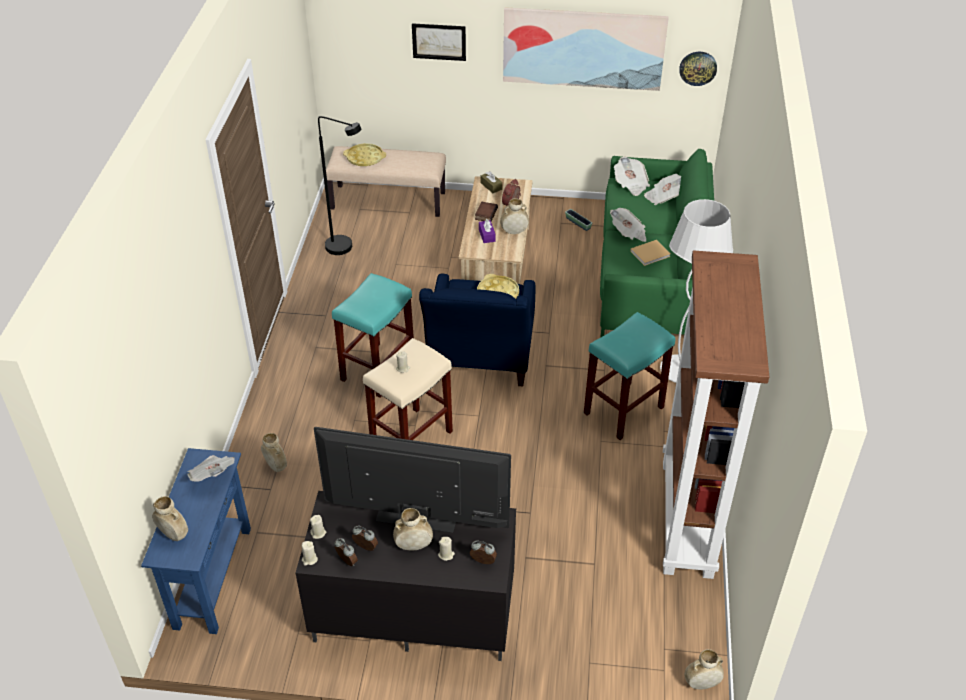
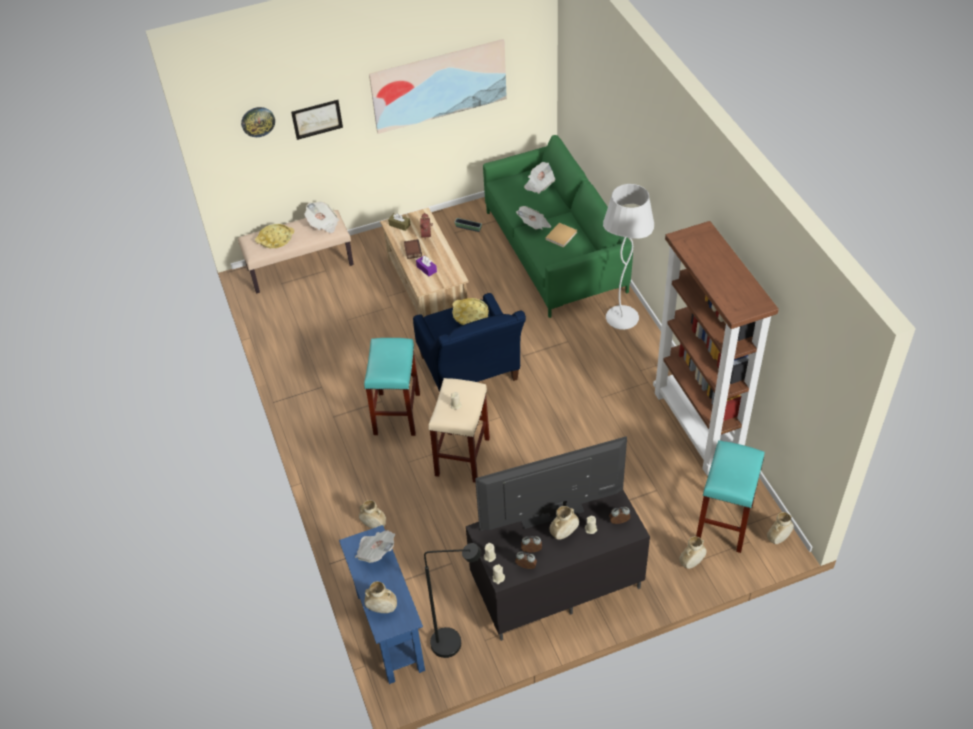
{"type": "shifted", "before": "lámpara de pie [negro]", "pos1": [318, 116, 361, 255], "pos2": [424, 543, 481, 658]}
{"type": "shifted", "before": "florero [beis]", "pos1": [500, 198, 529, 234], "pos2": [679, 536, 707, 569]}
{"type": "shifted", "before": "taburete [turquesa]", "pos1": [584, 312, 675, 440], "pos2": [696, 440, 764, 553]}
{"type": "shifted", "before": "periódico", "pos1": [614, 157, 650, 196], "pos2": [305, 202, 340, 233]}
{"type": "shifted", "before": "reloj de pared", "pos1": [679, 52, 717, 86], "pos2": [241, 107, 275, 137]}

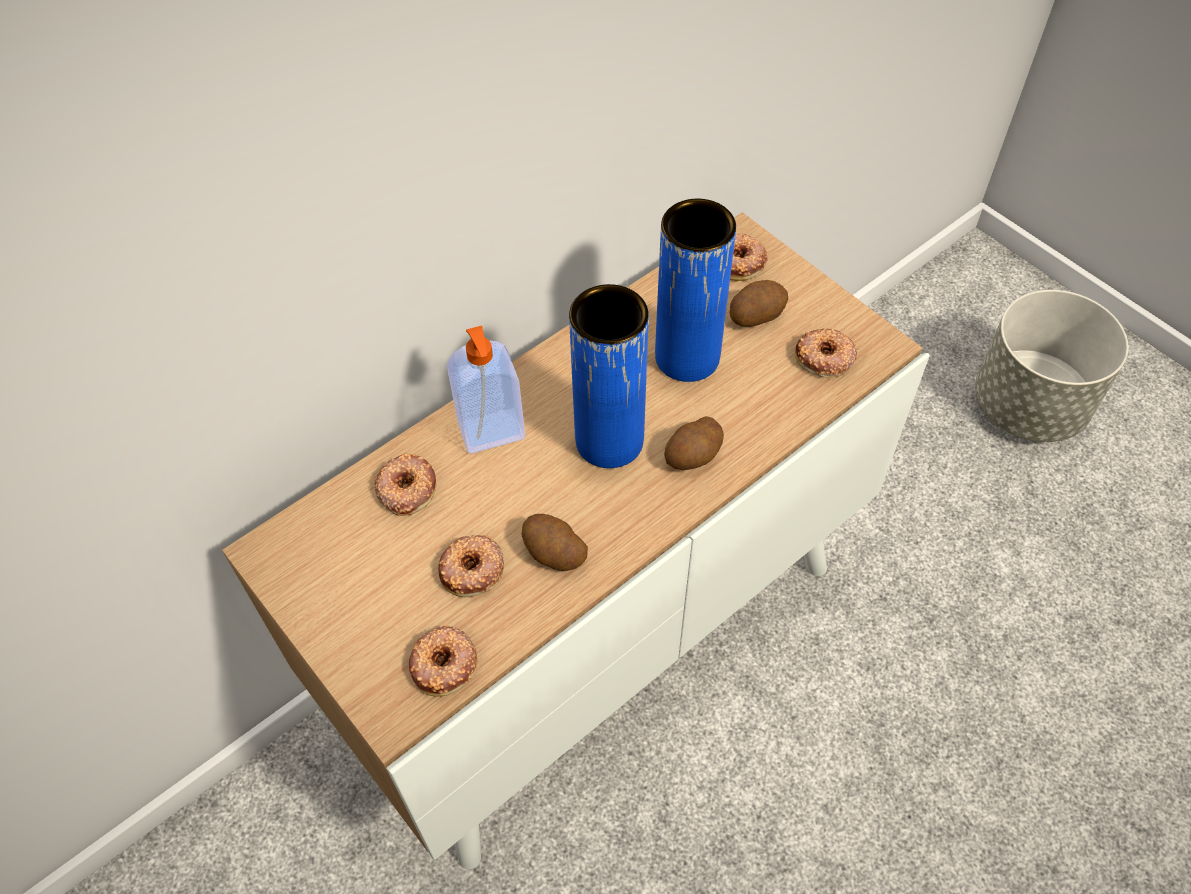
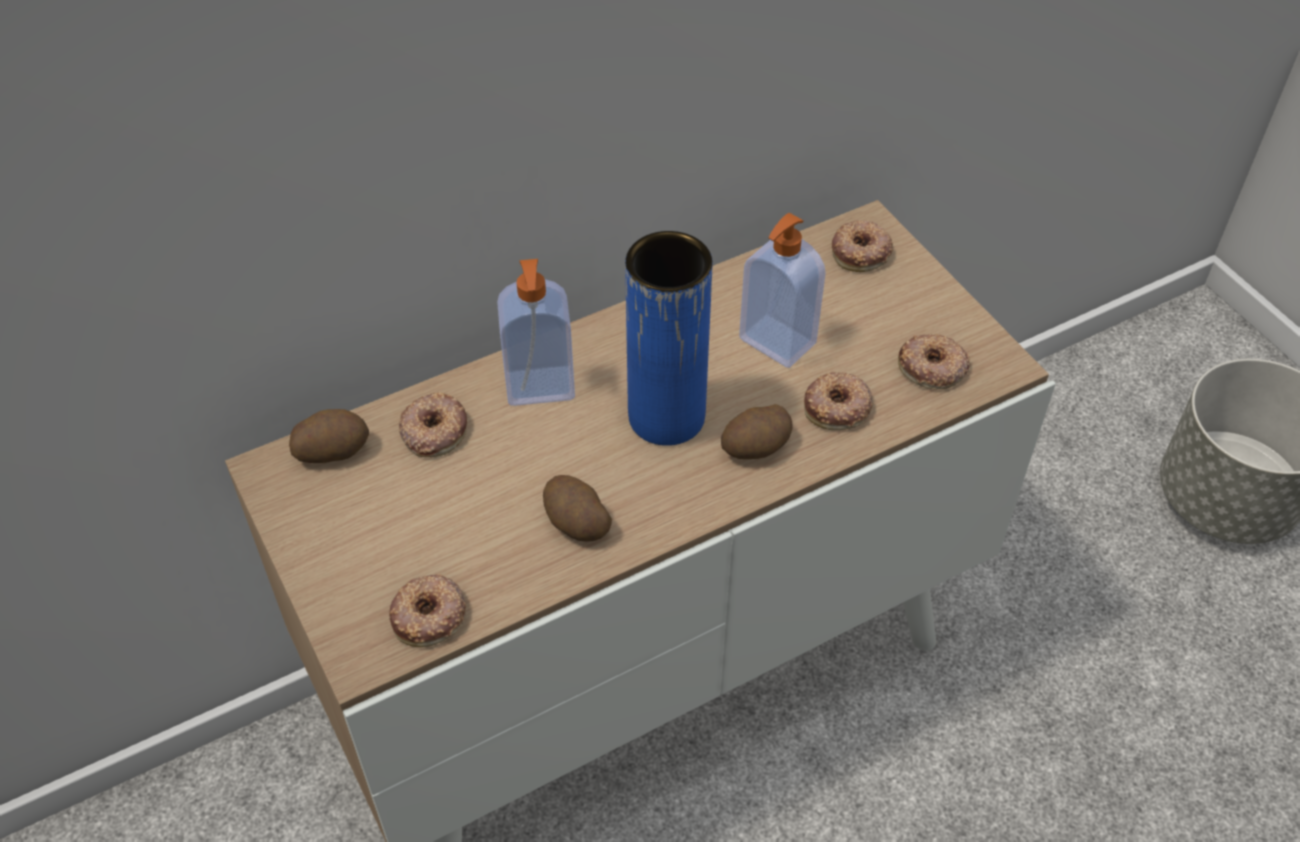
{"type": "shifted", "before": "rosquilla", "pos1": [438, 535, 504, 597], "pos2": [804, 372, 872, 430]}
{"type": "swapped", "before": "florero [azul]", "after": "dispensador de jabón", "pos1": [655, 199, 736, 382], "pos2": [739, 213, 826, 368]}
{"type": "shifted", "before": "patata", "pos1": [730, 280, 788, 327], "pos2": [289, 409, 369, 463]}

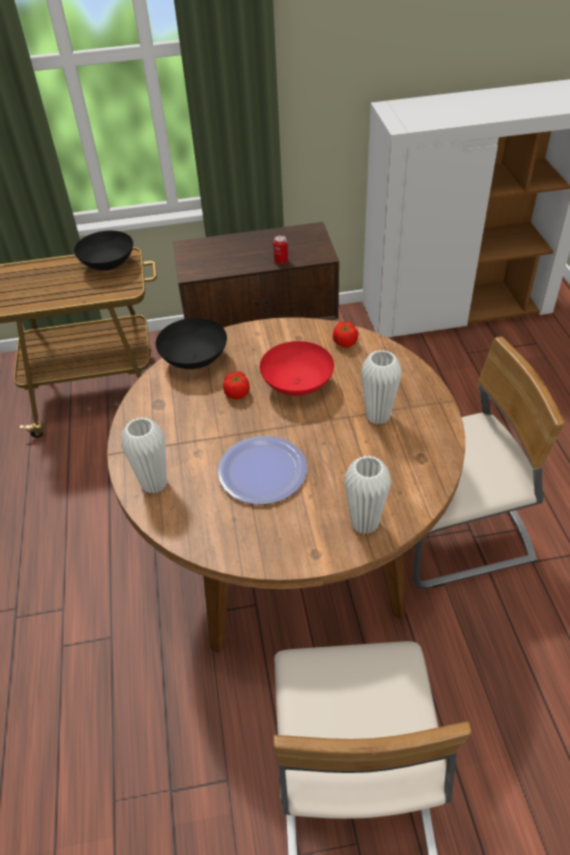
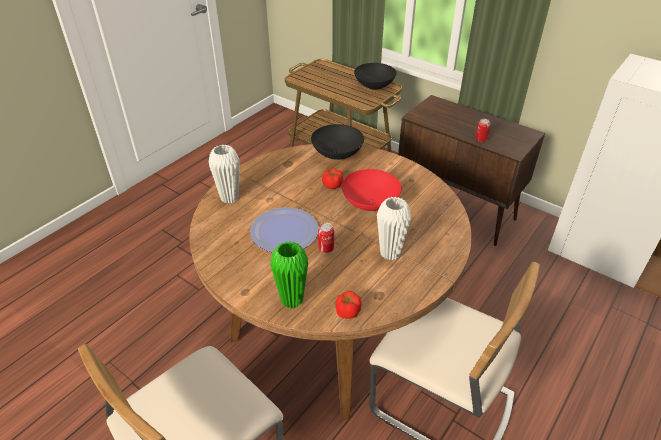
{"type": "shifted", "before": "tomate", "pos1": [333, 321, 358, 348], "pos2": [336, 291, 362, 319]}
{"type": "repainted", "before": "florero [blanco]", "after": "florero [verde]", "pos1": [344, 456, 391, 535], "pos2": [271, 241, 308, 308]}
{"type": "new", "after": "lata", "pos2": [318, 223, 334, 253]}

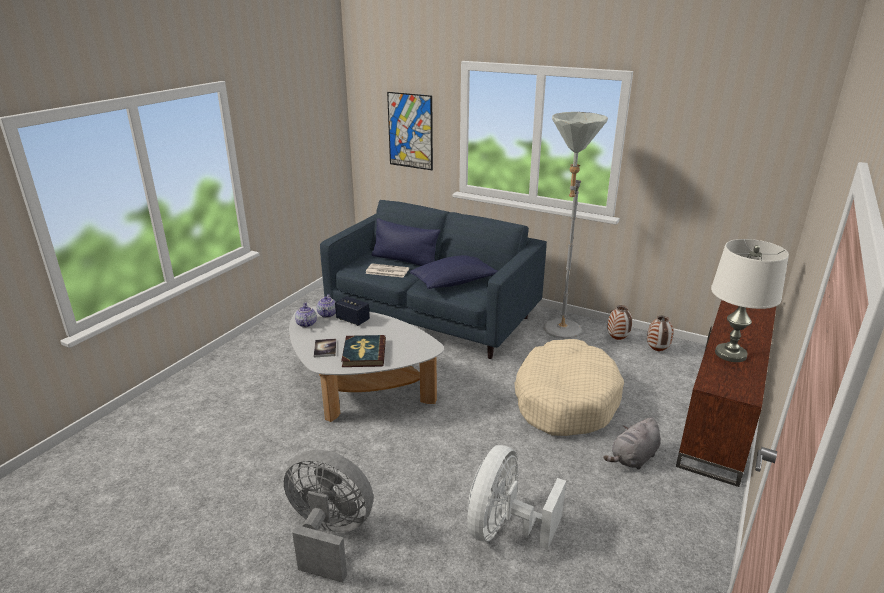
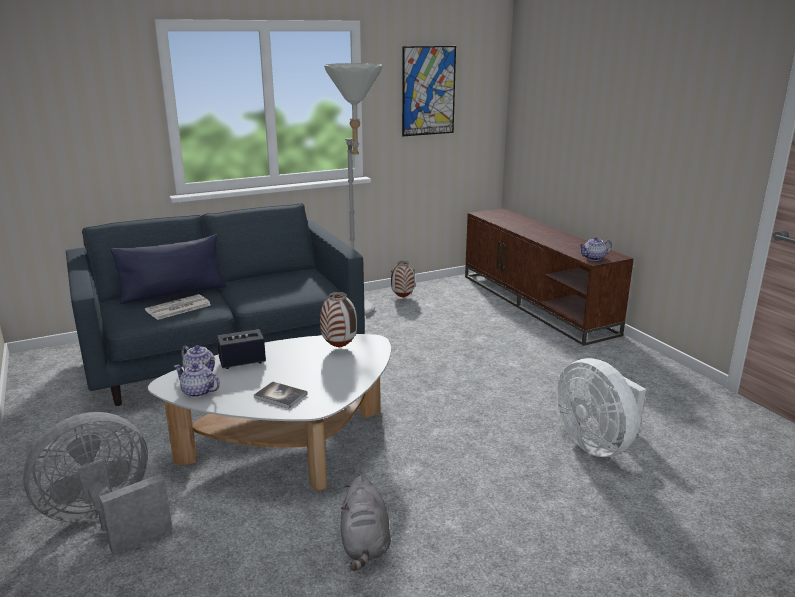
{"type": "shifted", "before": "ventilador [gris]", "pos1": [284, 450, 373, 583], "pos2": [23, 412, 173, 555]}
{"type": "gone", "before": "libro", "pos1": [341, 335, 386, 367]}
{"type": "shifted", "before": "cuadro", "pos1": [387, 92, 433, 170], "pos2": [402, 46, 456, 136]}
{"type": "gone", "before": "cojín [azul]", "pos1": [410, 255, 497, 289]}
{"type": "gone", "before": "cama para perro [beis]", "pos1": [515, 339, 624, 436]}
{"type": "shifted", "before": "peluche [gris]", "pos1": [603, 418, 661, 470], "pos2": [340, 475, 391, 571]}
{"type": "shifted", "before": "florero", "pos1": [647, 316, 673, 351], "pos2": [320, 292, 357, 348]}
{"type": "gone", "before": "lámpara de mesa [blanco]", "pos1": [711, 239, 789, 362]}
{"type": "new", "after": "tetera", "pos2": [579, 237, 612, 261]}

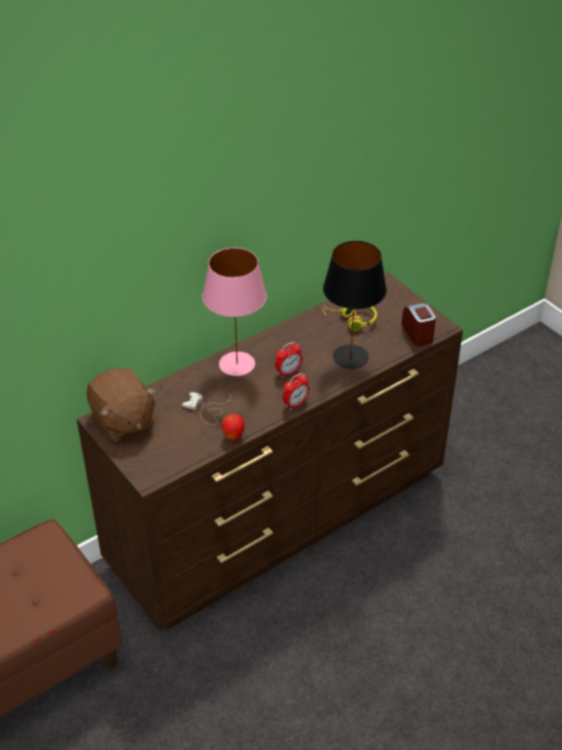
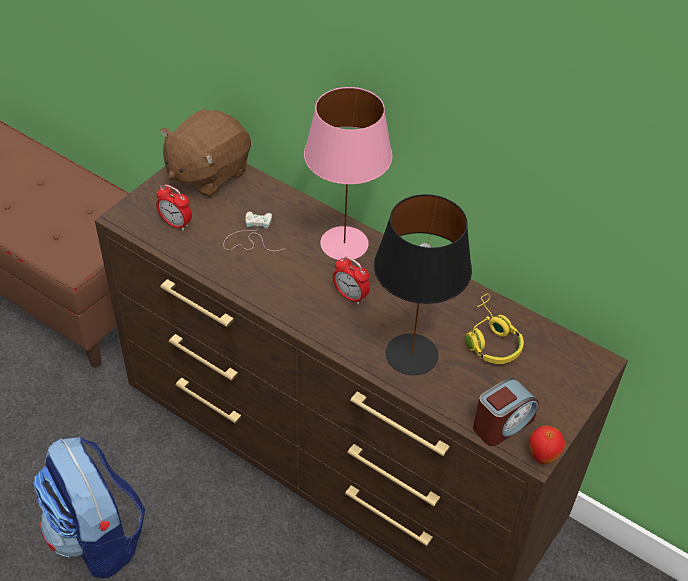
{"type": "shifted", "before": "manzana", "pos1": [222, 414, 245, 441], "pos2": [530, 426, 565, 464]}
{"type": "shifted", "before": "despertador", "pos1": [283, 373, 310, 410], "pos2": [156, 185, 192, 231]}
{"type": "new", "after": "mochila", "pos2": [34, 437, 145, 578]}

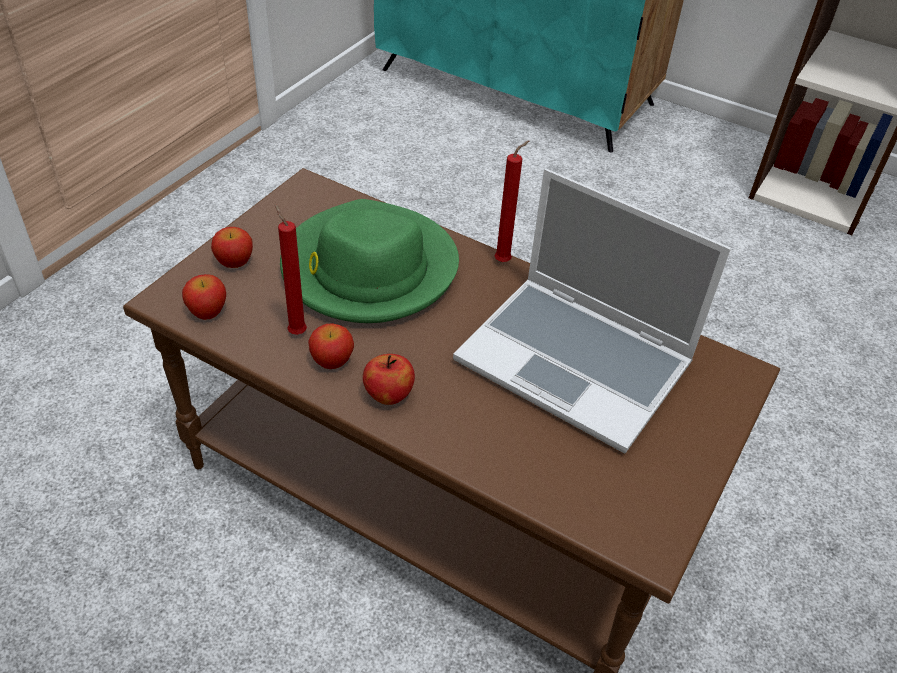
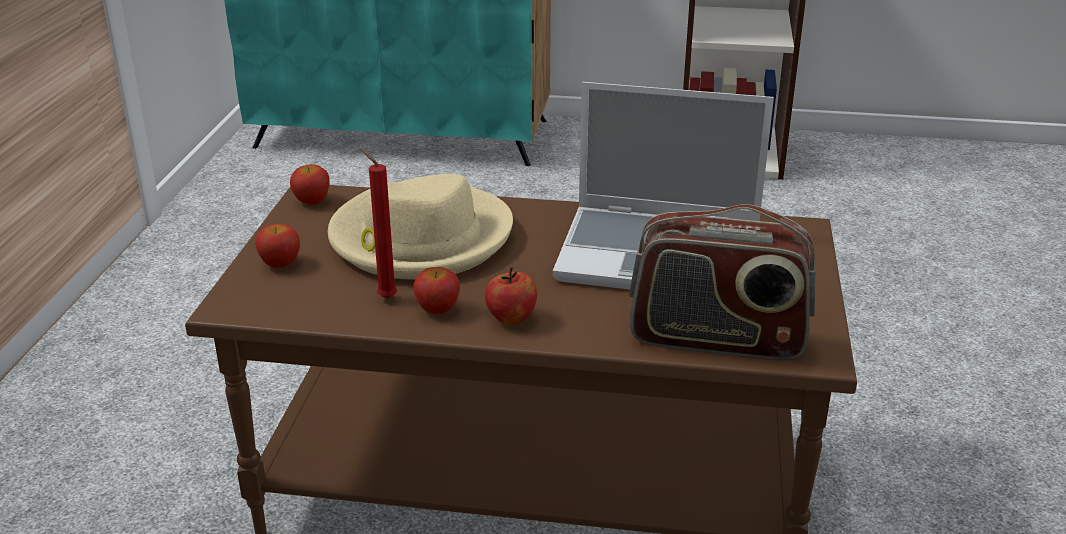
{"type": "shifted", "before": "manzana", "pos1": [182, 274, 226, 320], "pos2": [290, 164, 330, 205]}
{"type": "repainted", "before": "sombrero [verde]", "after": "sombrero [beis]", "pos1": [280, 199, 459, 323], "pos2": [328, 174, 513, 279]}
{"type": "gone", "before": "vela [rojo]", "pos1": [495, 140, 529, 262]}
{"type": "new", "after": "radio", "pos2": [629, 204, 815, 360]}

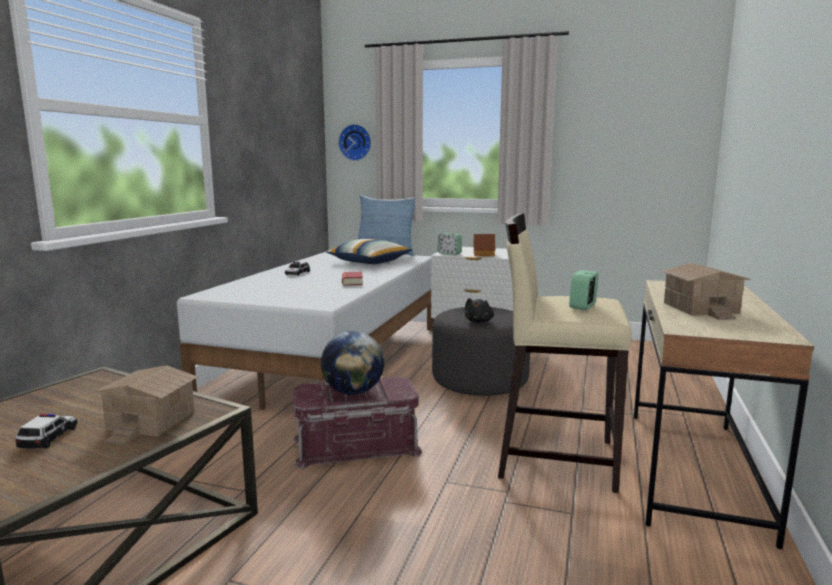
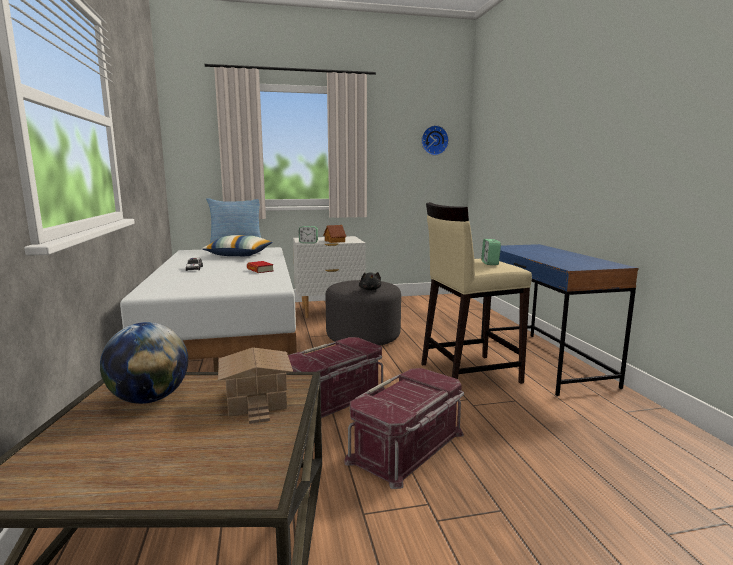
{"type": "gone", "before": "coche de juguete", "pos1": [16, 414, 77, 448]}
{"type": "shifted", "before": "globo terráqueo", "pos1": [321, 331, 384, 395], "pos2": [100, 322, 188, 404]}
{"type": "shifted", "before": "reloj de pared", "pos1": [338, 124, 371, 161], "pos2": [421, 125, 449, 156]}
{"type": "repainted", "before": "escritorio [beis]", "after": "escritorio [azul]", "pos1": [634, 280, 814, 549], "pos2": [481, 244, 639, 396]}
{"type": "gone", "before": "casita", "pos1": [661, 263, 751, 320]}
{"type": "new", "after": "caja de almacenaje [rojo]", "pos2": [344, 368, 464, 489]}

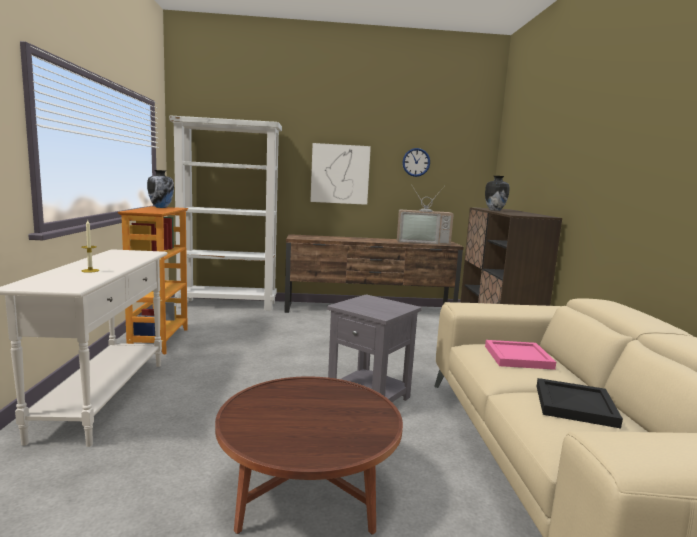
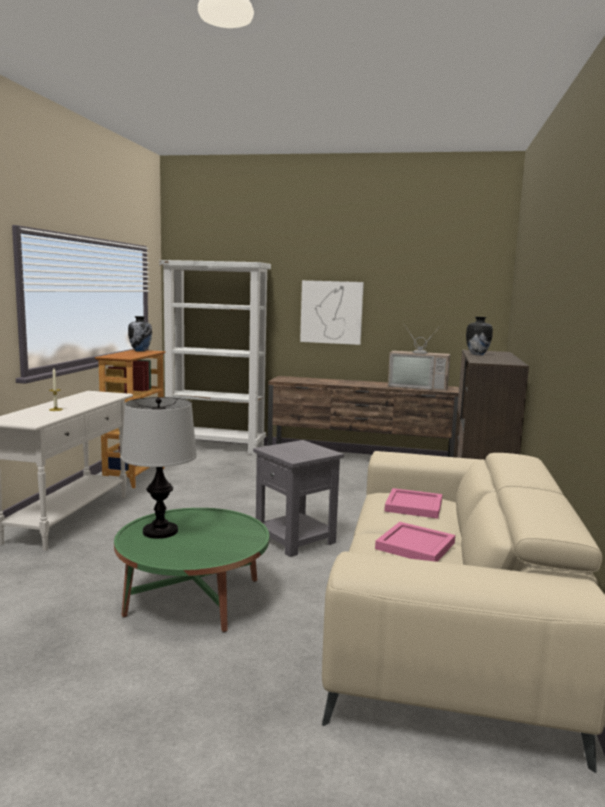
{"type": "repainted", "before": "mesa de centro [marrón]", "after": "mesa de centro [verde]", "pos1": [215, 376, 403, 535], "pos2": [114, 508, 269, 632]}
{"type": "gone", "before": "reloj de pared", "pos1": [402, 148, 430, 177]}
{"type": "repainted", "before": "bandeja [negro]", "after": "bandeja [rosa]", "pos1": [537, 378, 623, 428], "pos2": [375, 522, 455, 562]}
{"type": "new", "after": "lámpara de mesa", "pos2": [121, 397, 197, 539]}

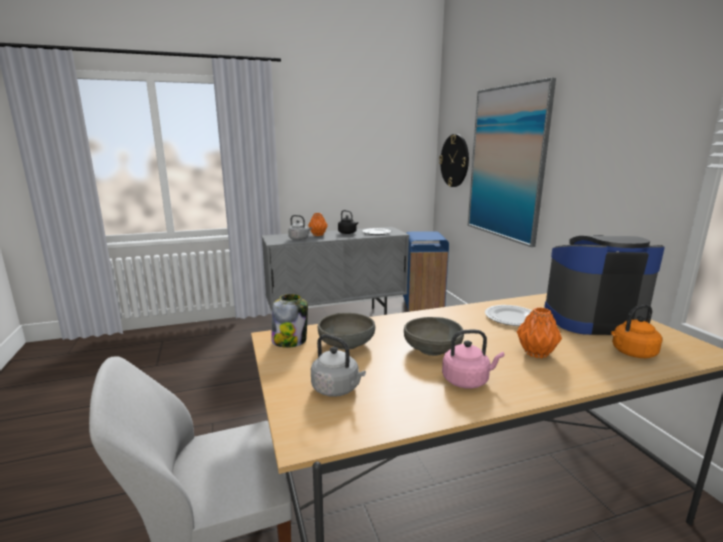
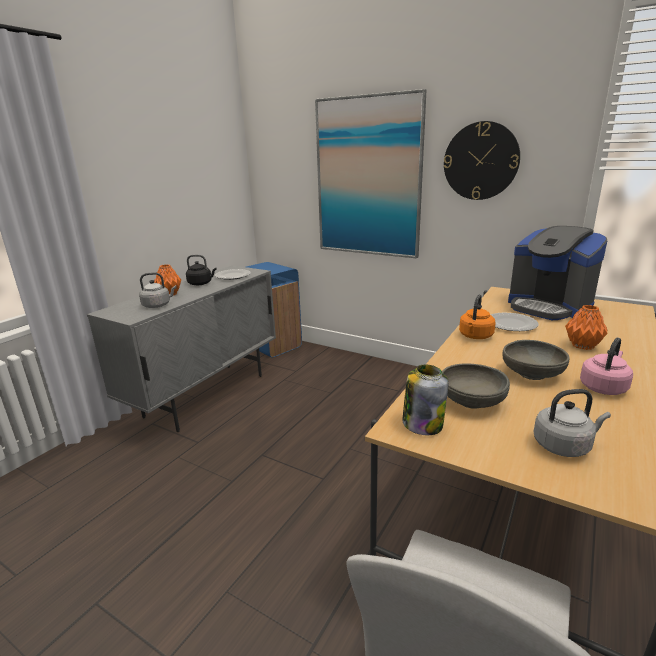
{"type": "shifted", "before": "reloj de pared", "pos1": [439, 134, 469, 187], "pos2": [444, 121, 520, 200]}
{"type": "rotated", "before": "cafetera", "pos1": [544, 235, 665, 335], "pos2": [508, 226, 607, 320], "turn": -90}
{"type": "shifted", "before": "hervidor [naranja]", "pos1": [611, 304, 662, 358], "pos2": [459, 294, 496, 339]}

